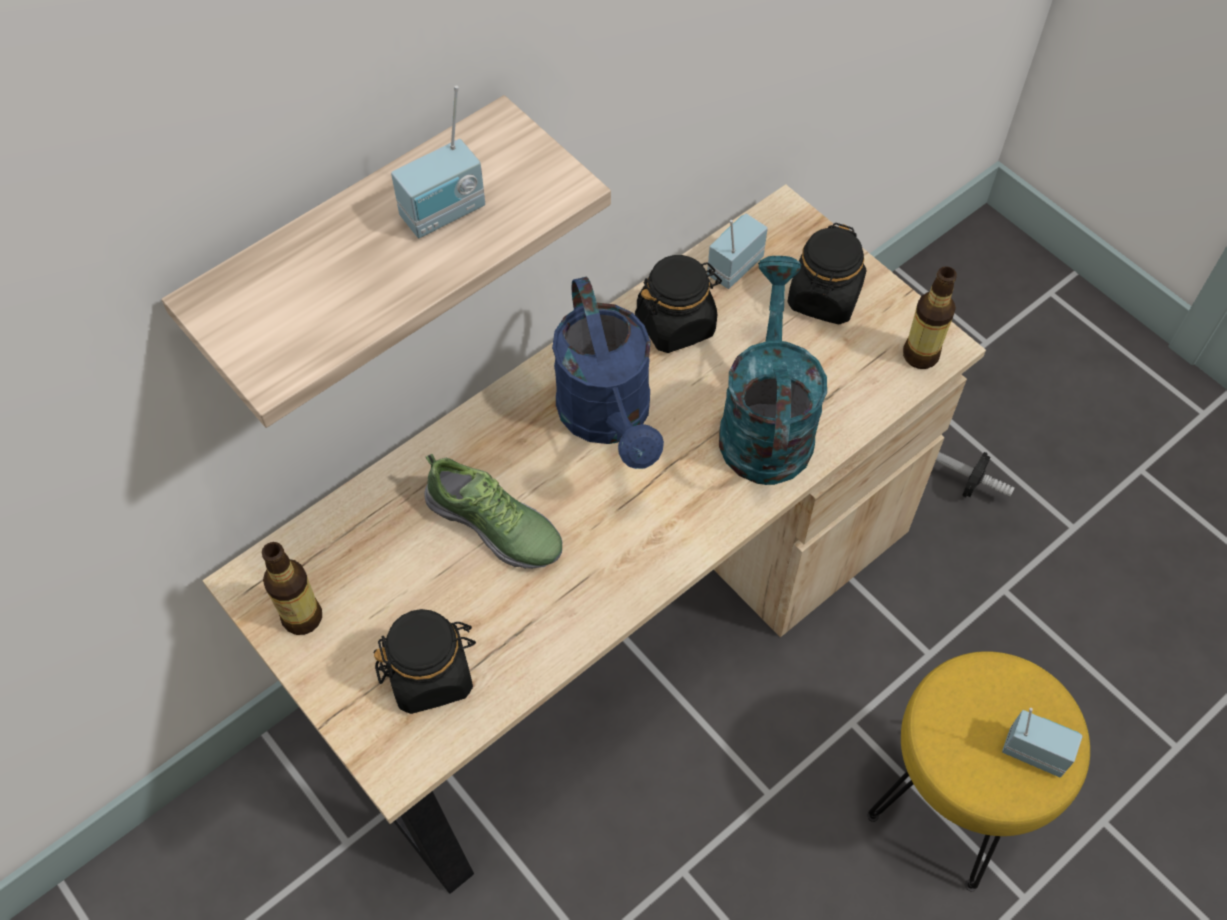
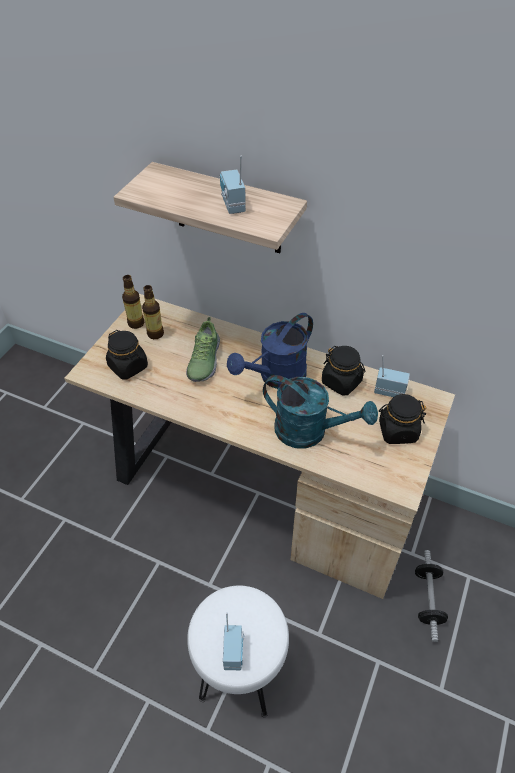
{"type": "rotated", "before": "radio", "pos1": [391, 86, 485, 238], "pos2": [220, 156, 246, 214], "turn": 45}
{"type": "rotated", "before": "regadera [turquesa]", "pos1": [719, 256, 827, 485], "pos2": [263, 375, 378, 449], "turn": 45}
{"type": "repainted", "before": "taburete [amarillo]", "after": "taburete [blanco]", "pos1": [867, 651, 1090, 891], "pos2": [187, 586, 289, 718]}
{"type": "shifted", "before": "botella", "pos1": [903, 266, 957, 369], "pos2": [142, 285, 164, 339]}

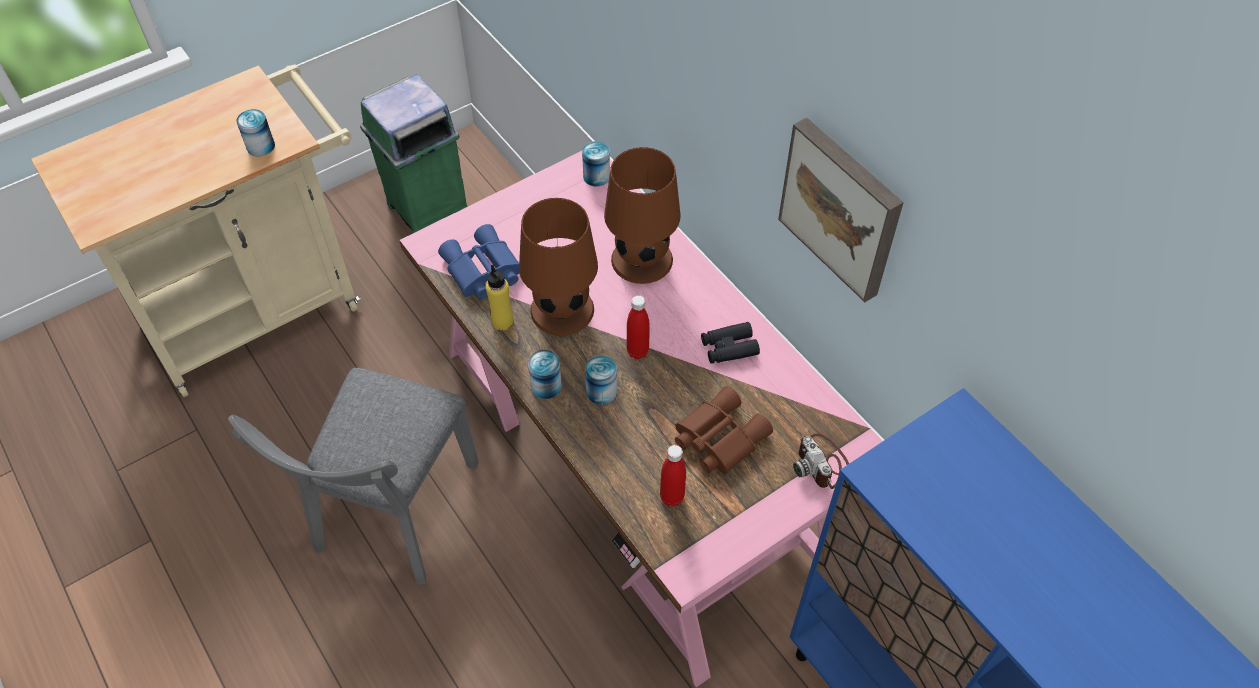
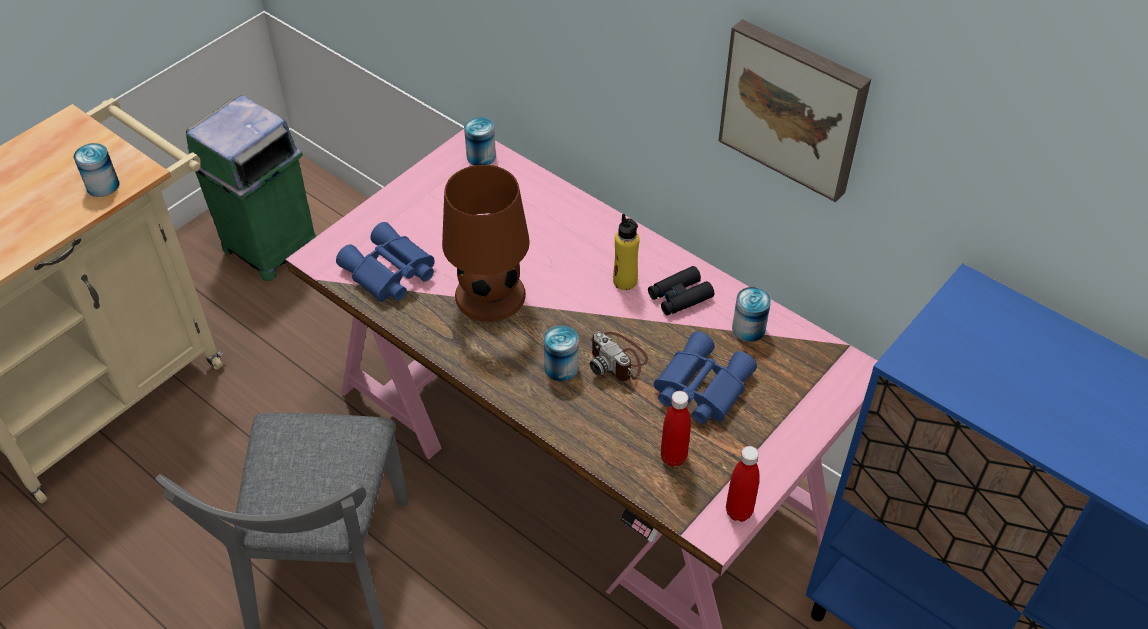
{"type": "shifted", "before": "botella [amarillo]", "pos1": [486, 265, 513, 331], "pos2": [613, 214, 640, 290]}
{"type": "shifted", "before": "lata", "pos1": [528, 350, 562, 399], "pos2": [732, 287, 771, 342]}
{"type": "gone", "before": "lámpara de mesa [marrón]", "pos1": [604, 147, 680, 284]}
{"type": "shifted", "before": "botella [rojo]", "pos1": [627, 295, 650, 359], "pos2": [726, 446, 760, 522]}
{"type": "repainted", "before": "prismáticos [marrón]", "after": "prismáticos [azul]", "pos1": [675, 386, 773, 475], "pos2": [654, 331, 757, 424]}
{"type": "shifted", "before": "cámara", "pos1": [793, 434, 849, 489], "pos2": [590, 332, 648, 381]}

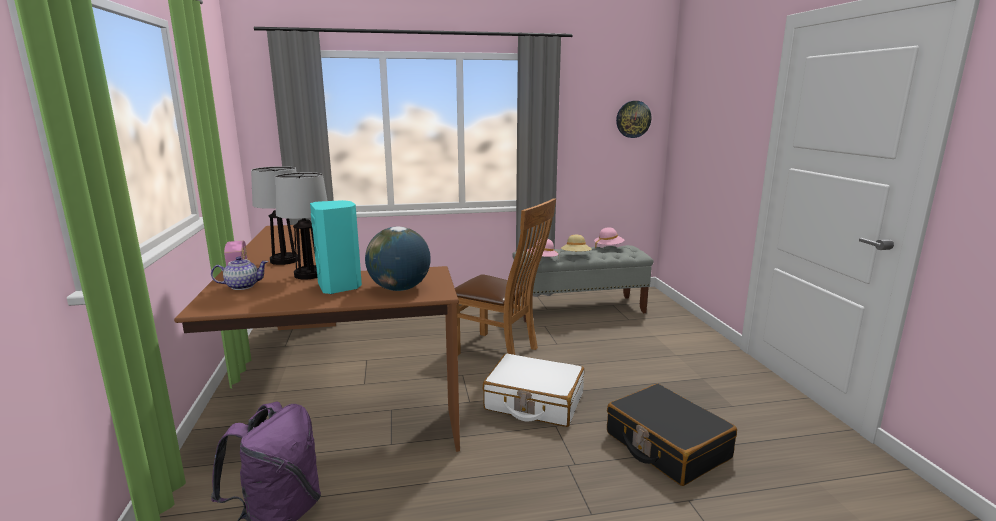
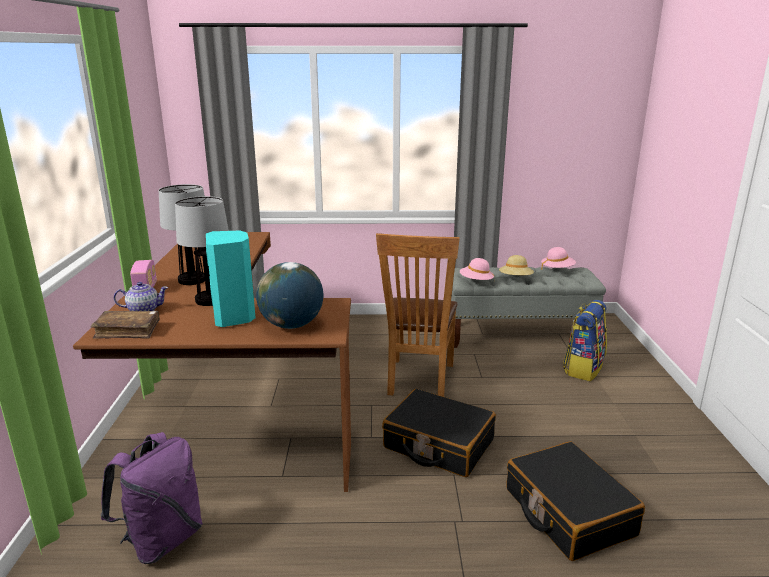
{"type": "rotated", "before": "silla [marrón]", "pos1": [455, 198, 556, 355], "pos2": [376, 233, 460, 397], "turn": 60}
{"type": "repainted", "before": "maleta [blanco]", "after": "maleta [negro]", "pos1": [483, 353, 584, 427], "pos2": [382, 389, 496, 477]}
{"type": "gone", "before": "reloj de pared", "pos1": [616, 101, 651, 138]}
{"type": "new", "after": "libro [marrón]", "pos2": [91, 311, 160, 339]}
{"type": "new", "after": "mochila", "pos2": [563, 300, 607, 381]}

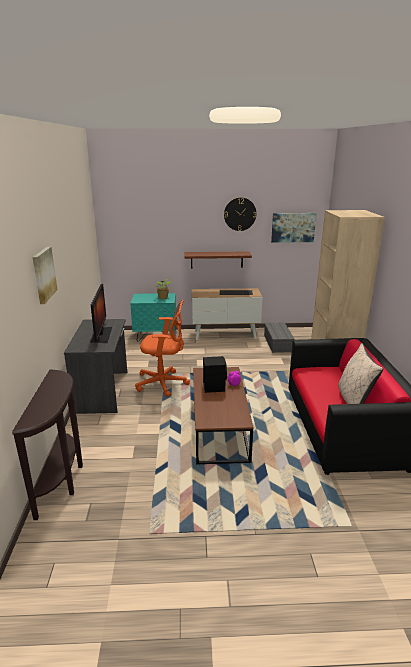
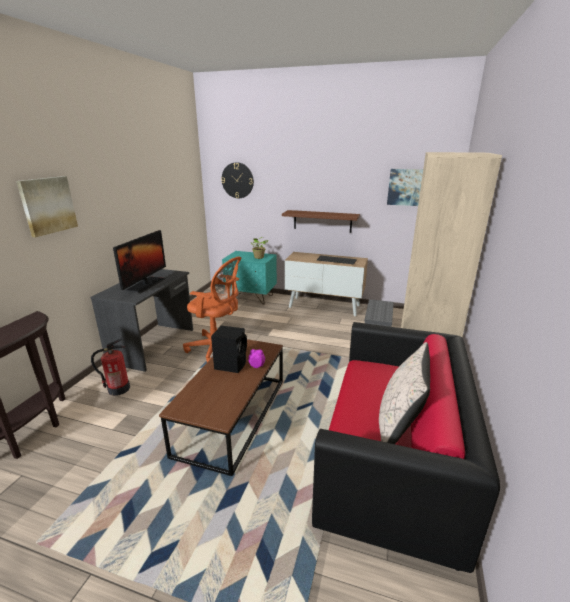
{"type": "shifted", "before": "reloj de pared", "pos1": [224, 197, 256, 231], "pos2": [221, 162, 254, 198]}
{"type": "new", "after": "extintor", "pos2": [91, 338, 130, 396]}

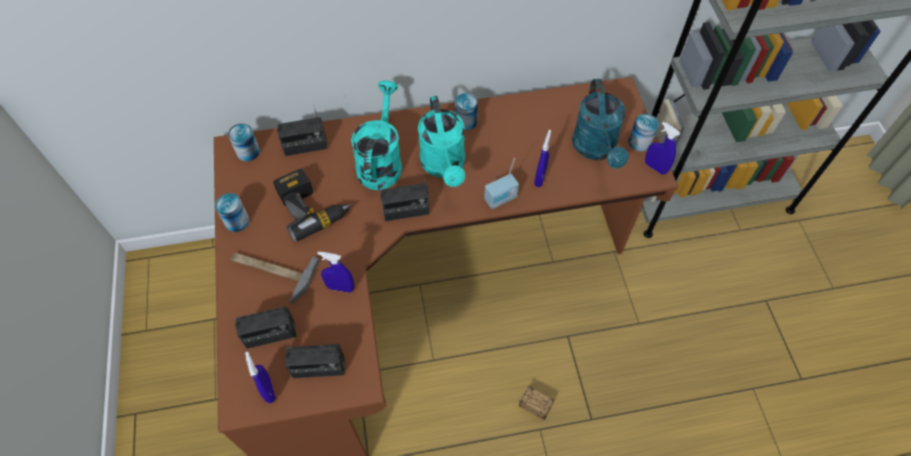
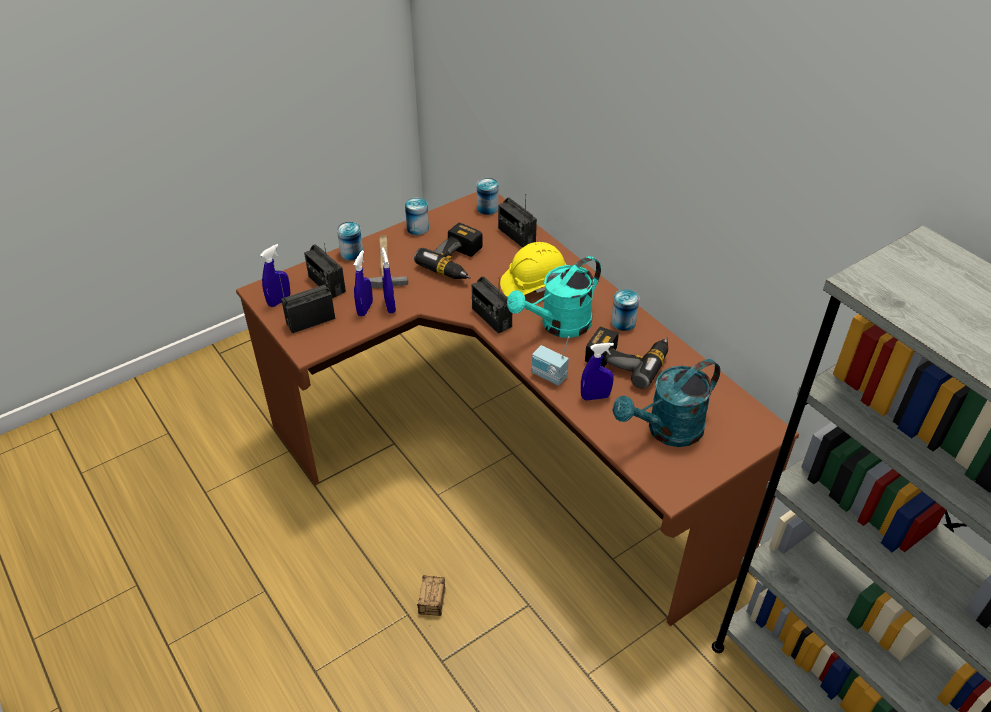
{"type": "rotated", "before": "radio", "pos1": [285, 344, 345, 378], "pos2": [278, 270, 335, 333], "turn": 90}
{"type": "swapped", "before": "regadera [turquesa]", "after": "casco [amarillo]", "pos1": [351, 80, 402, 190], "pos2": [500, 242, 566, 297]}
{"type": "shifted", "before": "lata", "pos1": [628, 114, 659, 152], "pos2": [337, 222, 363, 261]}
{"type": "shifted", "before": "pulverizador [azul]", "pos1": [645, 122, 681, 175], "pos2": [354, 250, 373, 317]}
{"type": "new", "after": "taladro", "pos2": [585, 326, 668, 389]}

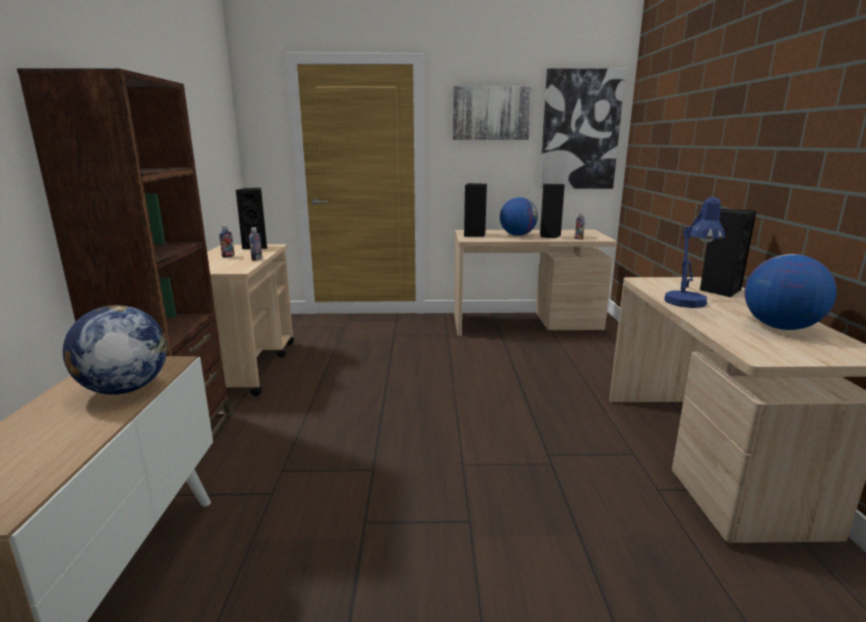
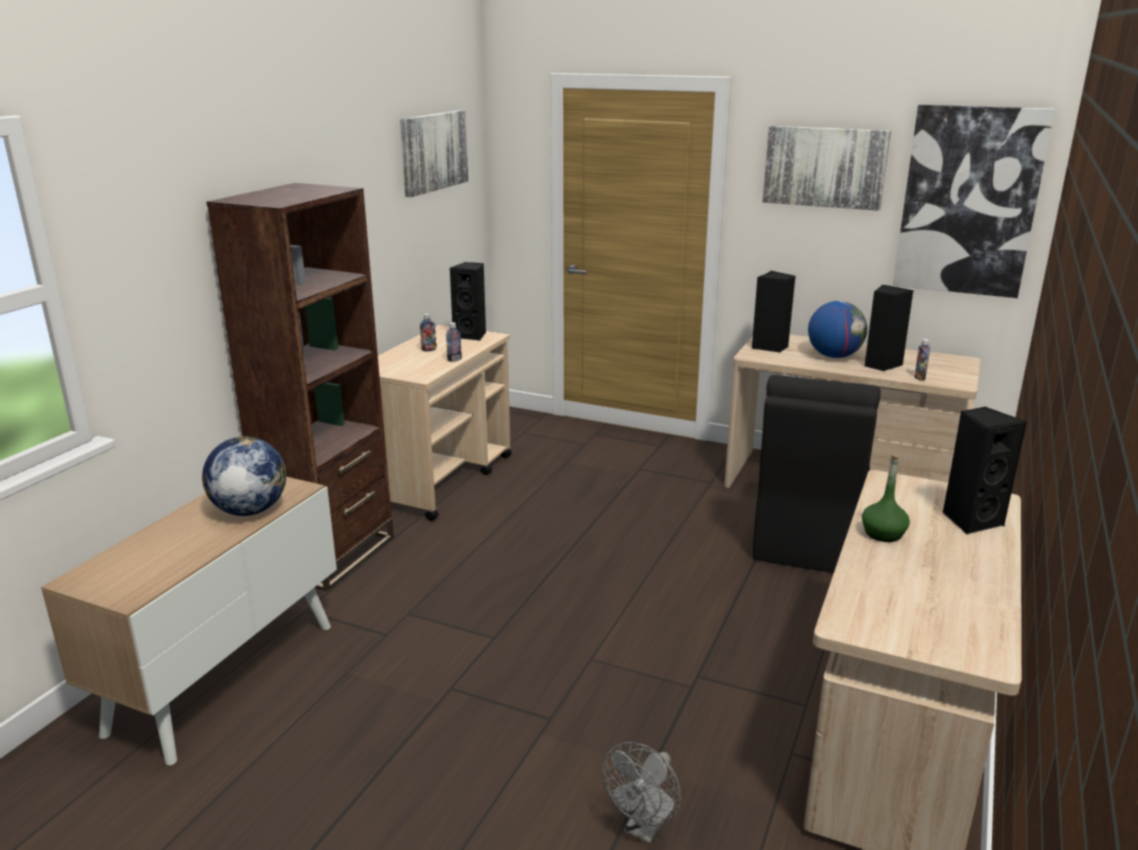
{"type": "swapped", "before": "lámpara de mesa [azul]", "after": "botella [verde]", "pos1": [664, 197, 725, 308], "pos2": [862, 454, 910, 542]}
{"type": "gone", "before": "globo terráqueo", "pos1": [745, 254, 837, 330]}
{"type": "new", "after": "cuadro", "pos2": [400, 110, 469, 197]}
{"type": "new", "after": "ventilador [gris]", "pos2": [602, 742, 681, 844]}
{"type": "new", "after": "silla [negro]", "pos2": [753, 375, 881, 573]}

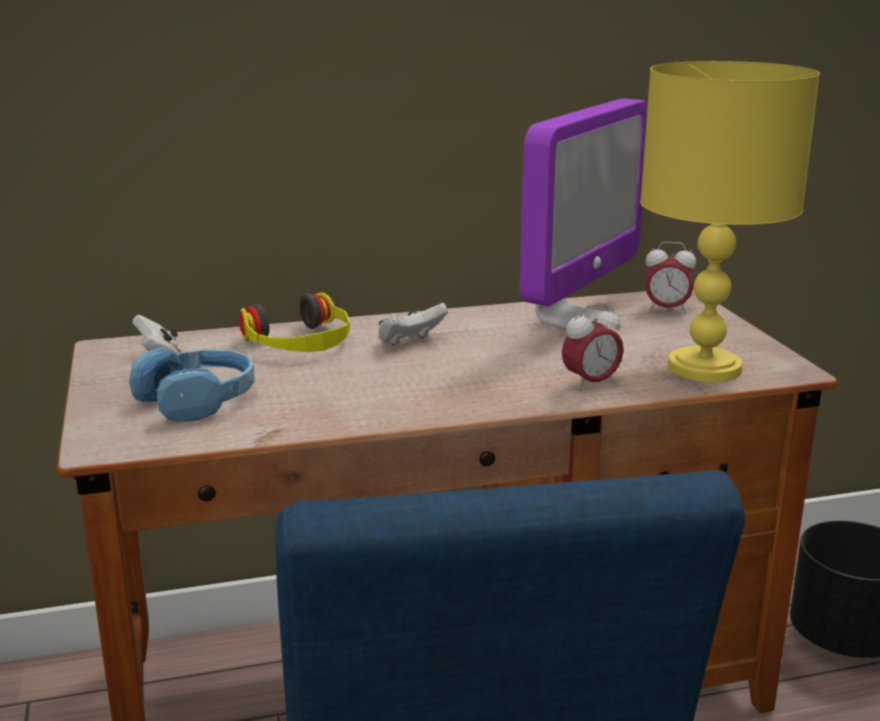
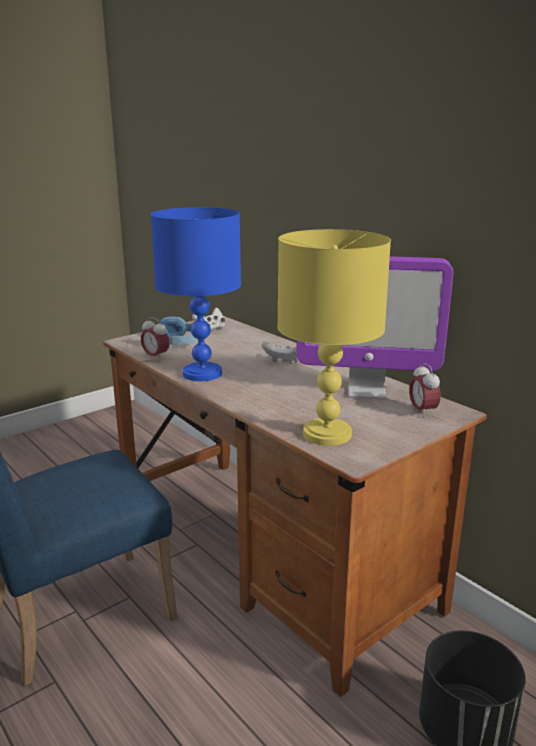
{"type": "gone", "before": "auriculares", "pos1": [239, 292, 350, 352]}
{"type": "shifted", "before": "despertador", "pos1": [562, 303, 623, 391], "pos2": [141, 317, 170, 361]}
{"type": "new", "after": "lámpara de mesa [azul]", "pos2": [151, 207, 241, 381]}

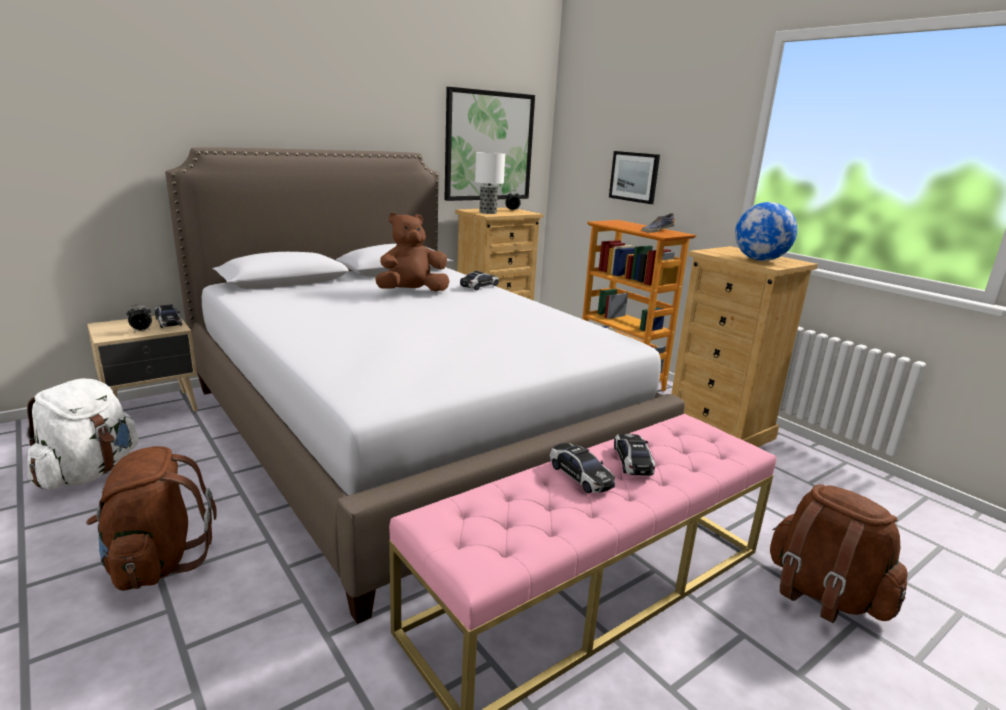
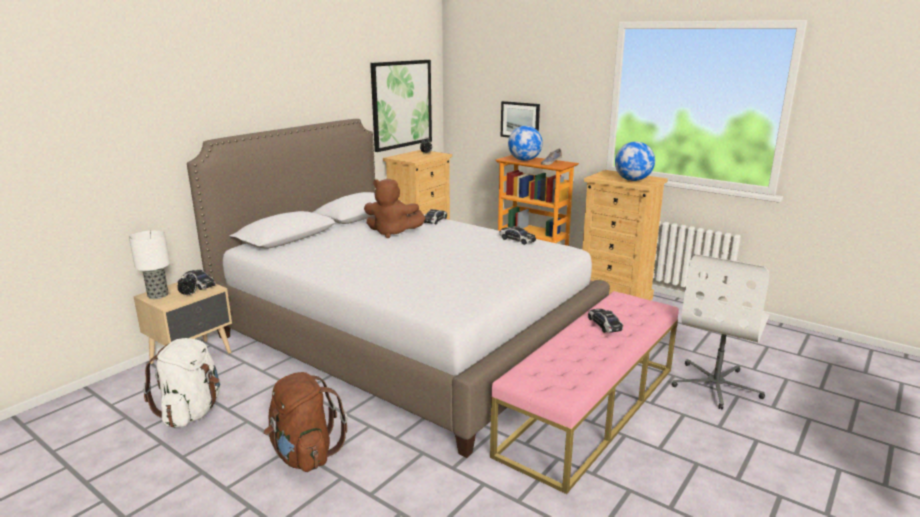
{"type": "rotated", "before": "peluche [marrón]", "pos1": [375, 213, 449, 292], "pos2": [364, 179, 426, 238], "turn": -120}
{"type": "shifted", "before": "lámpara de mesa", "pos1": [475, 152, 505, 214], "pos2": [129, 230, 170, 299]}
{"type": "shifted", "before": "coche de juguete", "pos1": [550, 443, 615, 493], "pos2": [500, 226, 536, 245]}
{"type": "swapped", "before": "mochila [marrón]", "after": "silla de oficina [blanco]", "pos1": [770, 484, 908, 623], "pos2": [672, 254, 769, 409]}
{"type": "new", "after": "globo terráqueo", "pos2": [508, 126, 543, 161]}

